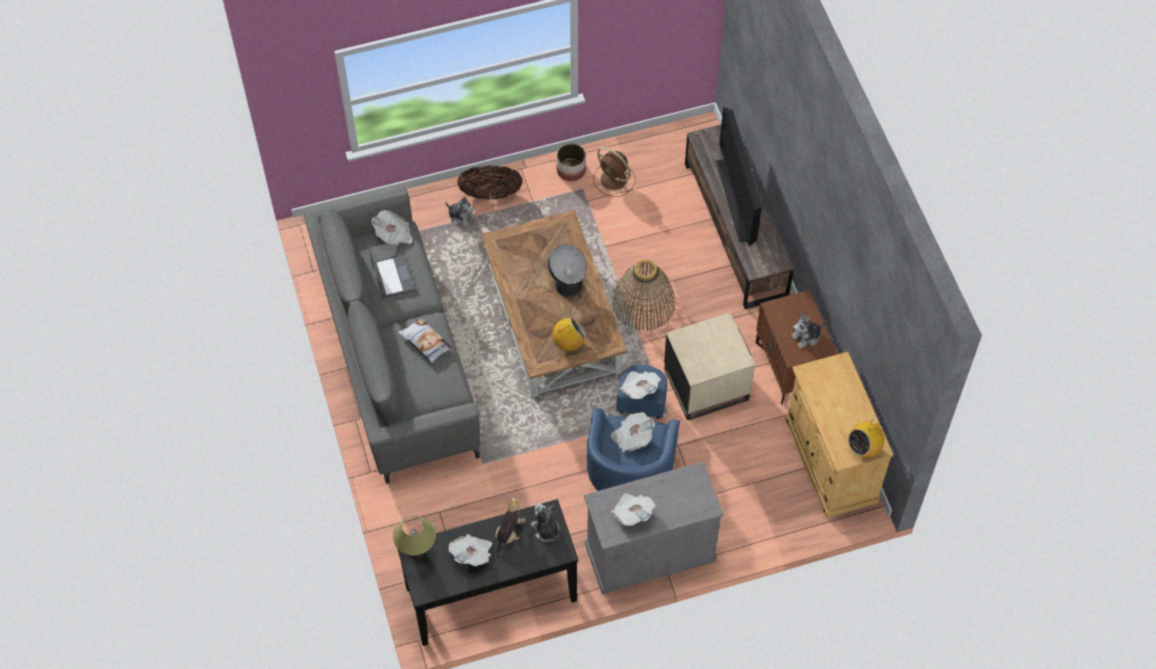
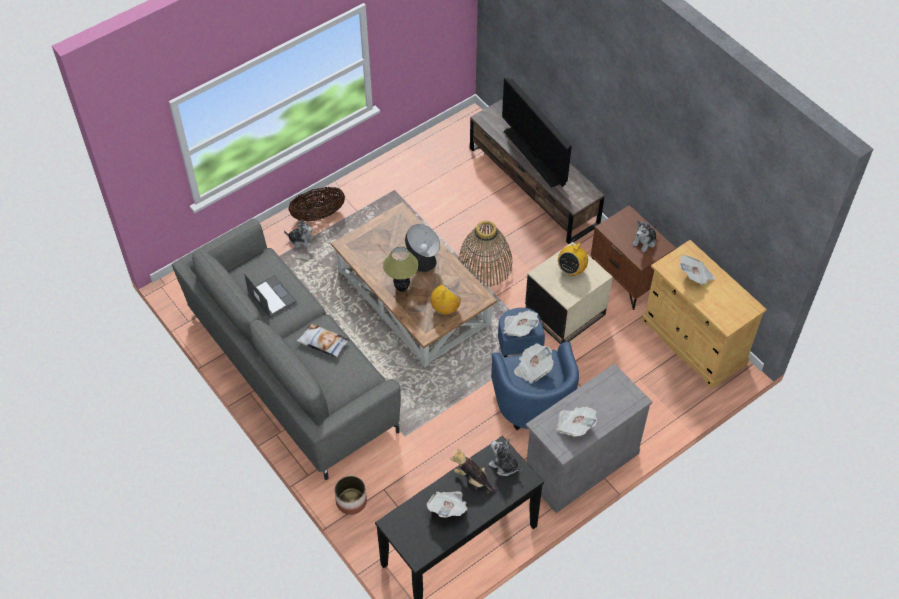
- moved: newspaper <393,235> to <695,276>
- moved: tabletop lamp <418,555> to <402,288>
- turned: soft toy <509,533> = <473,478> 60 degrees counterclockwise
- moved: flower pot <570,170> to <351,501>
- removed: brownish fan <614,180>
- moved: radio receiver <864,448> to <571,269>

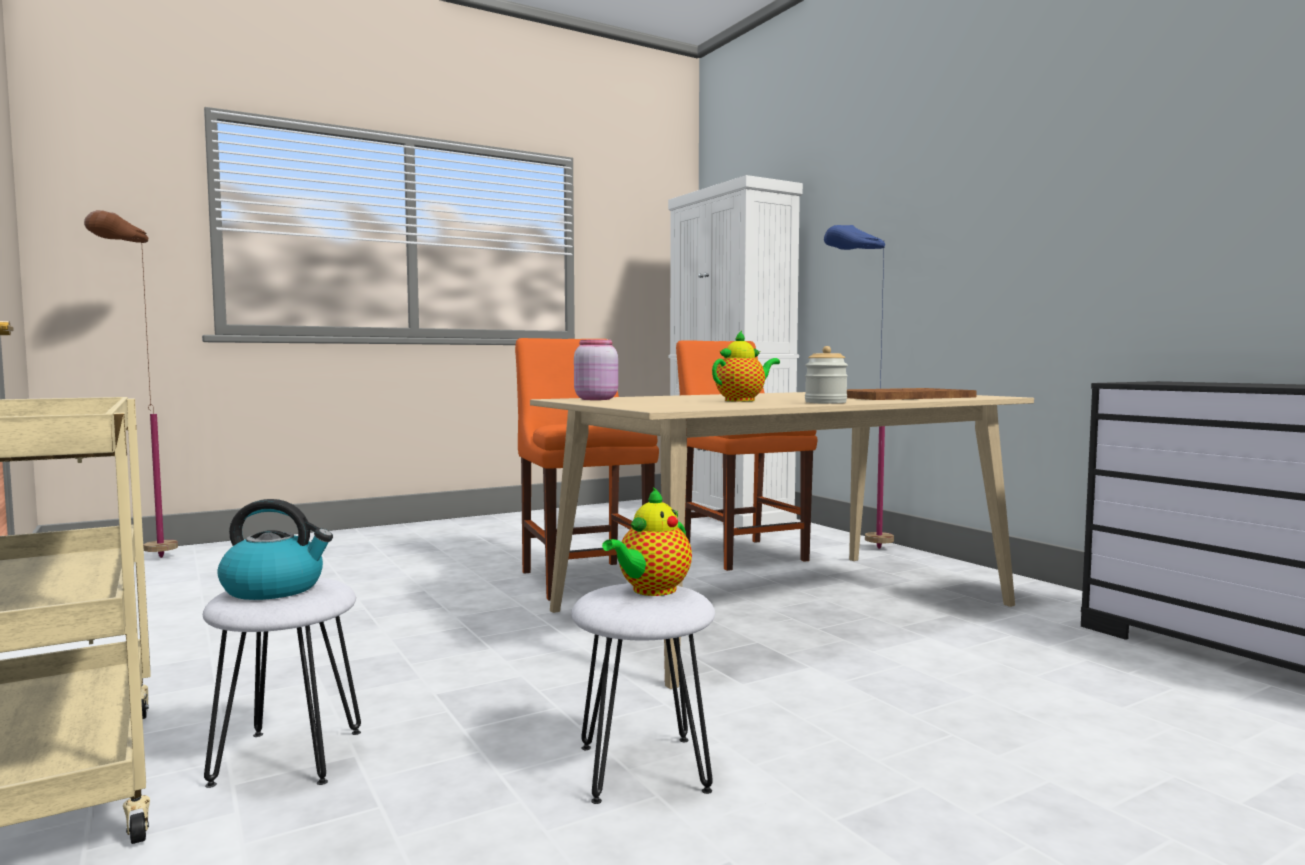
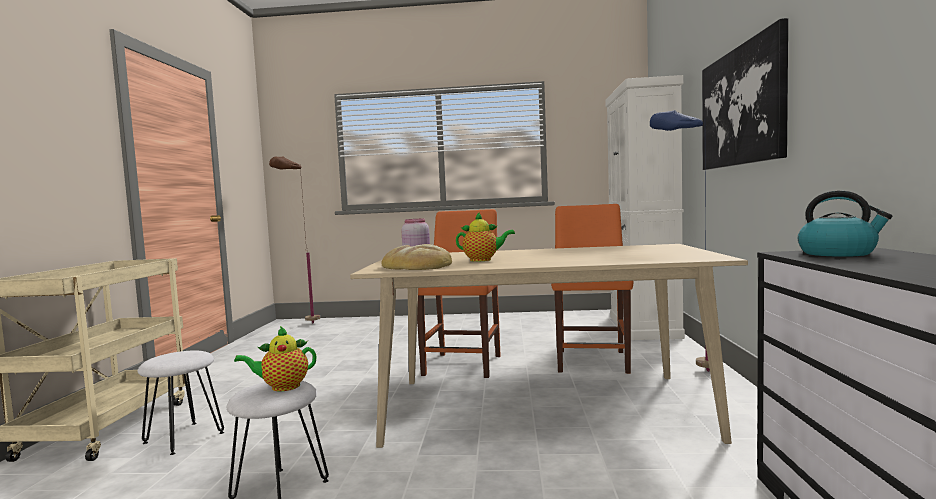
- moved: tea kettle <275,589> to <838,253>
- removed: preserve jar <825,402>
- removed: brownish serving tray <903,397>
- added: bread <418,266>
- added: picture <741,106>

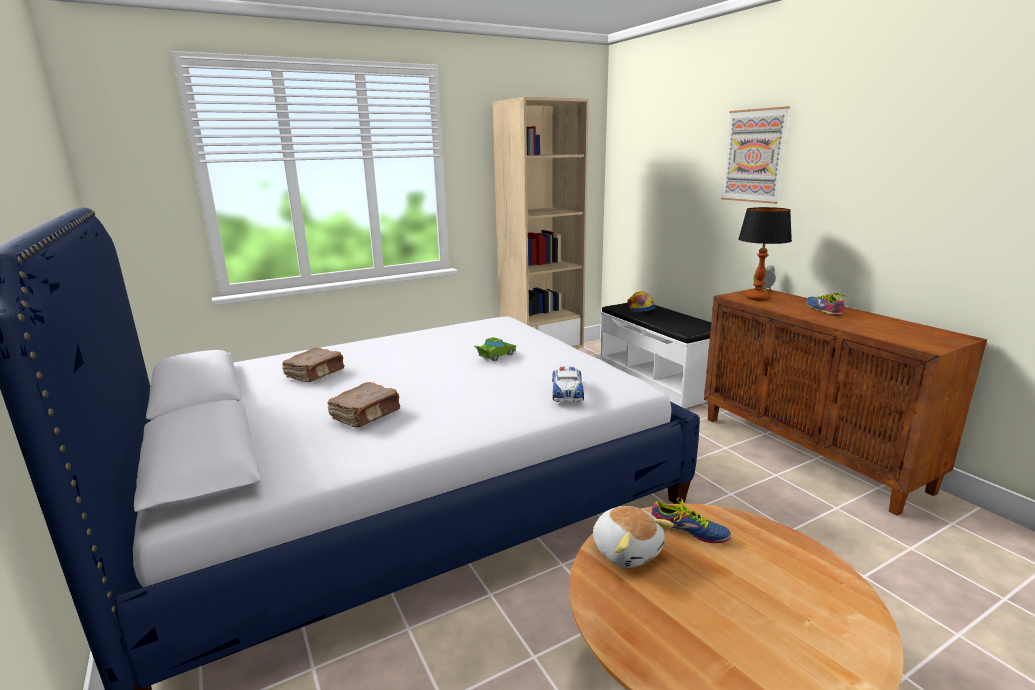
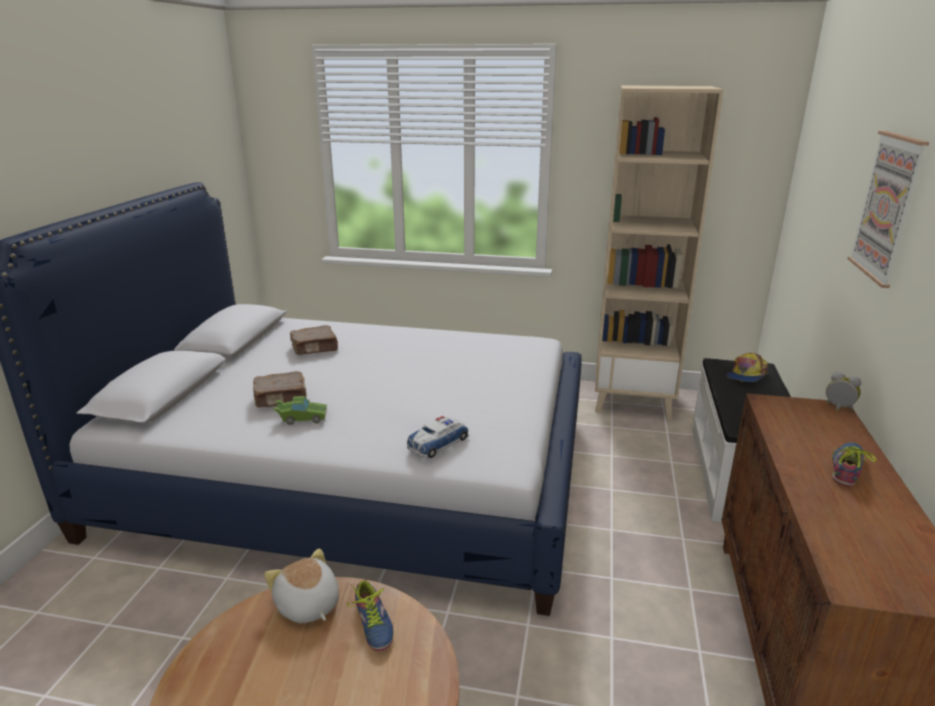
- moved: green-coloured miniature car <495,356> to <302,418>
- turned: soft toy <627,550> = <307,606> 135 degrees clockwise
- removed: tabletop lamp <757,298>

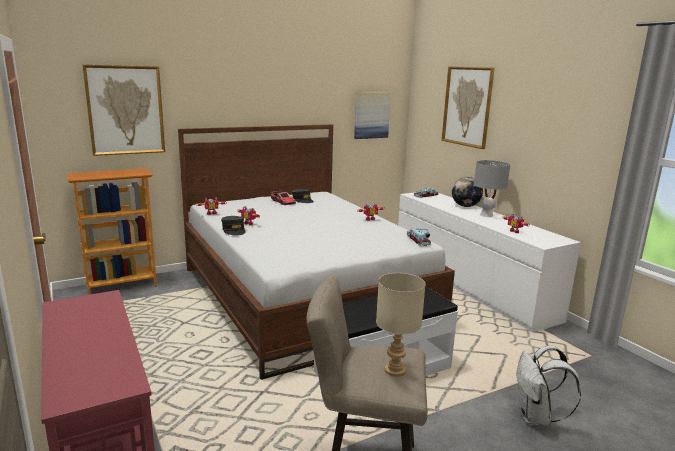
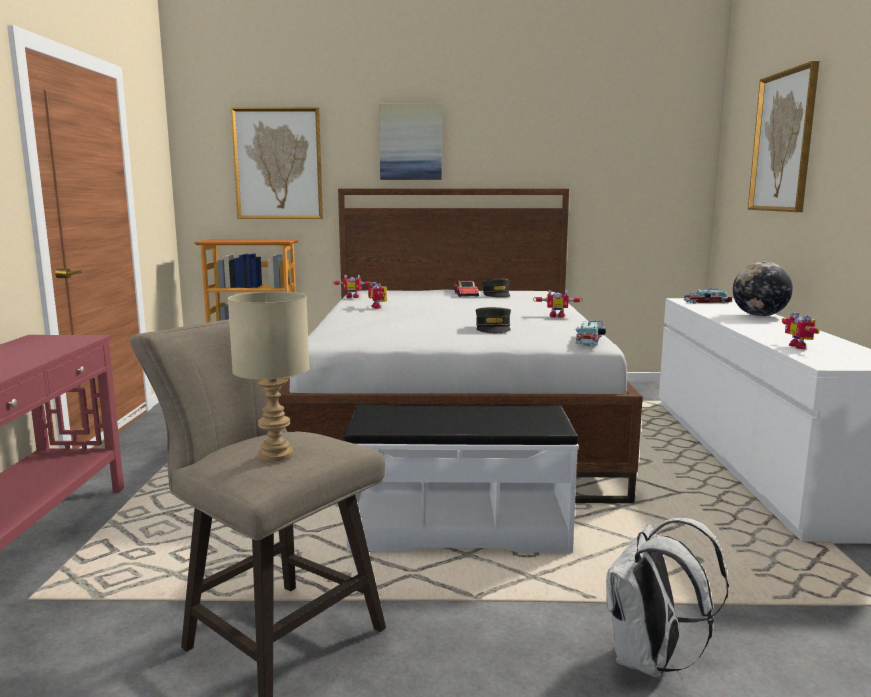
- moved: grey peaked cap <234,230> to <493,329>
- moved: picture <371,115> to <410,142>
- removed: grey tabletop lamp <486,215>

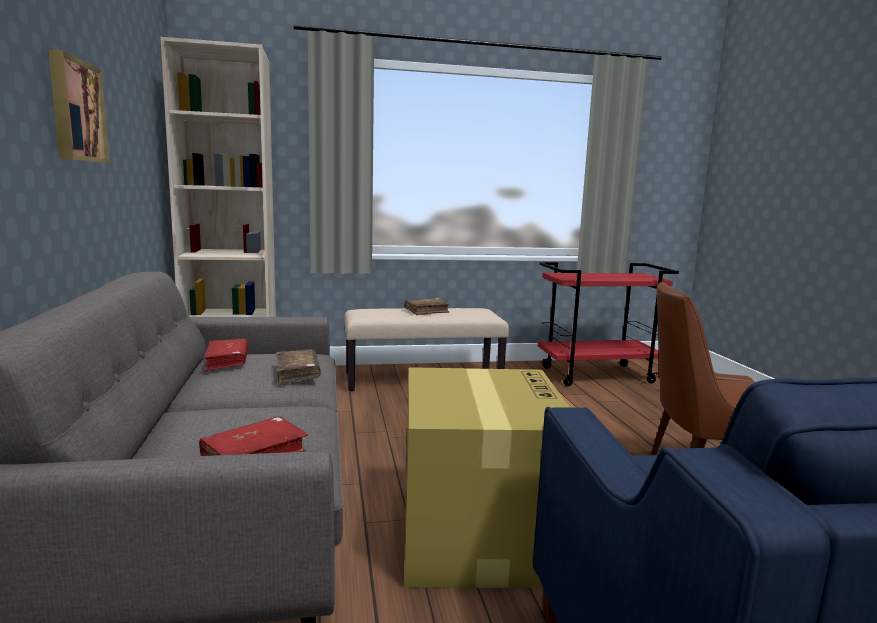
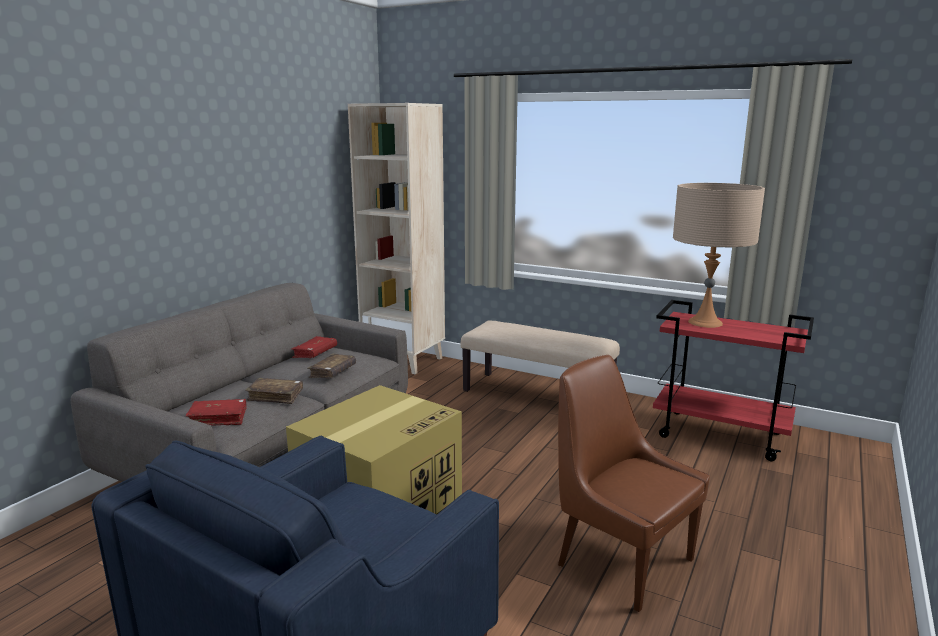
- removed: picture <75,111>
- moved: brownish bound book <427,311> to <275,396>
- added: beige tabletop lamp <705,322>

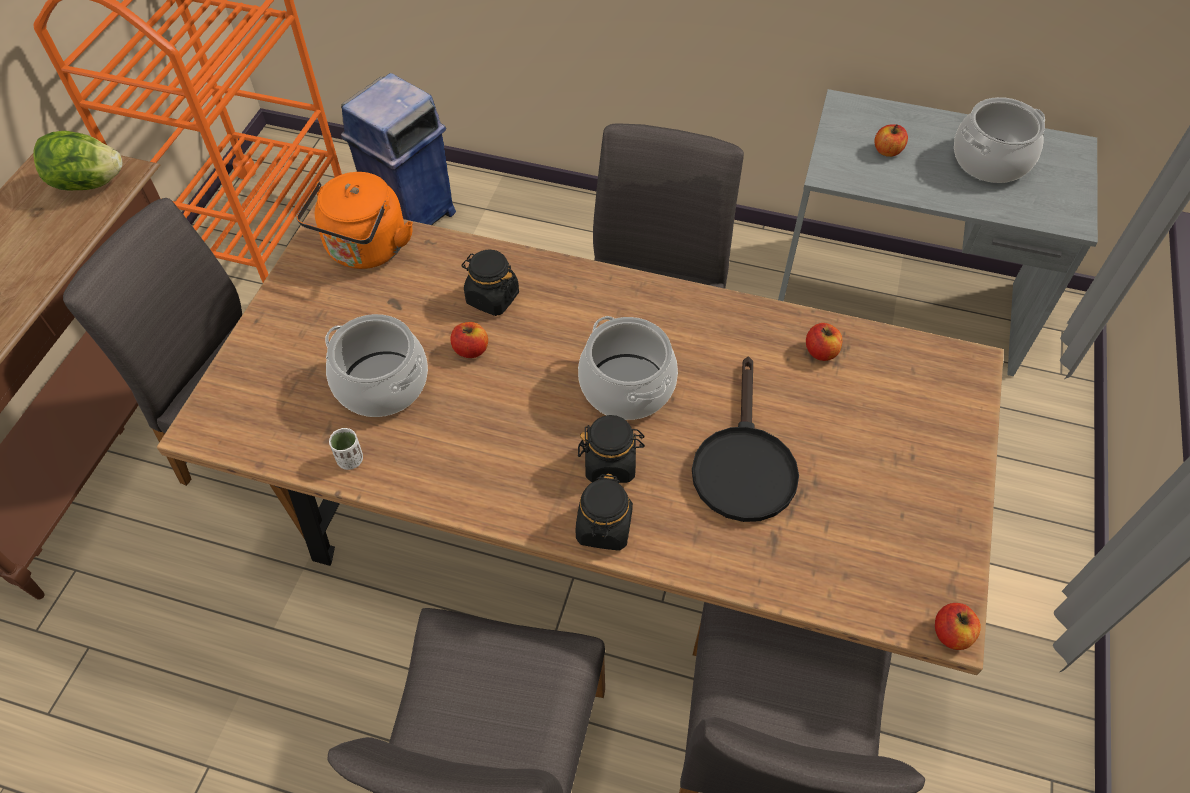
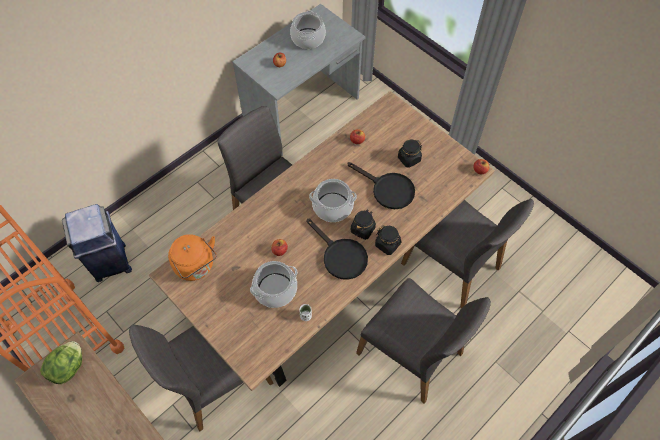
- moved: blackish preserve jar <492,298> to <409,159>
- added: blackish skillet <340,256>

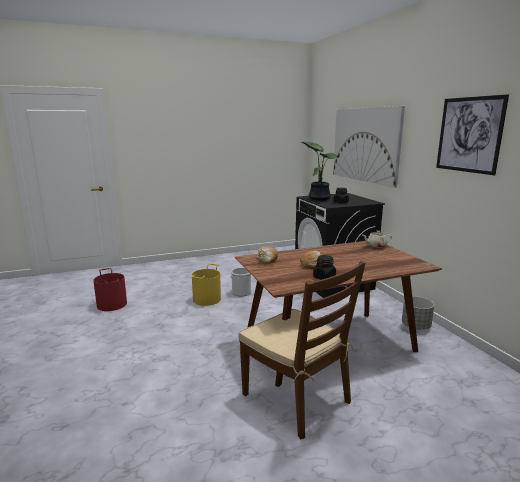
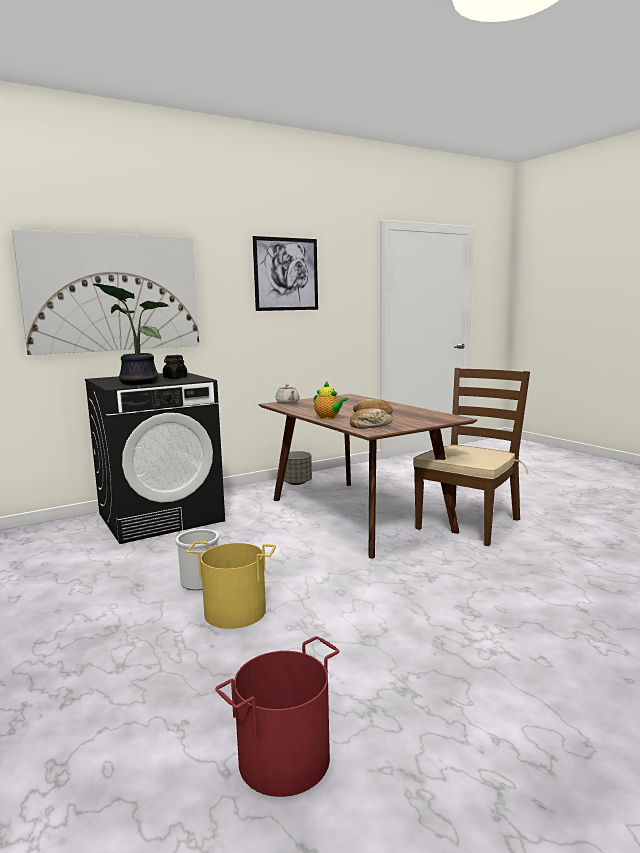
- removed: blackish preserve jar <324,277>
- added: teapot <328,418>

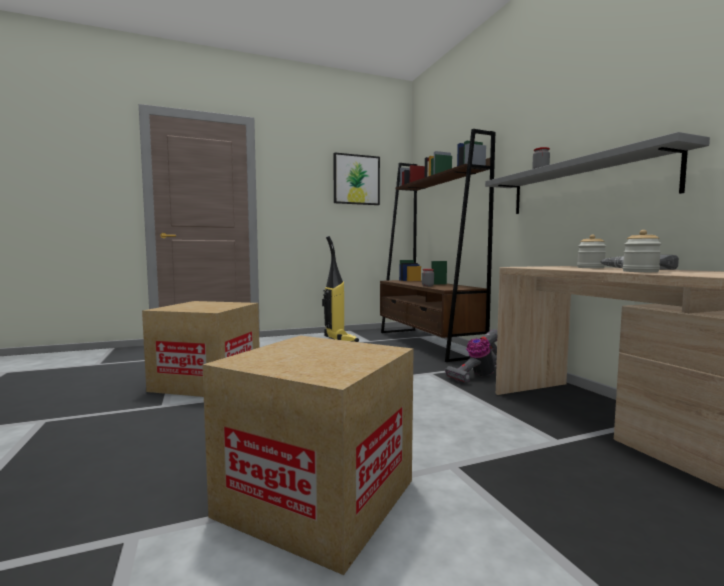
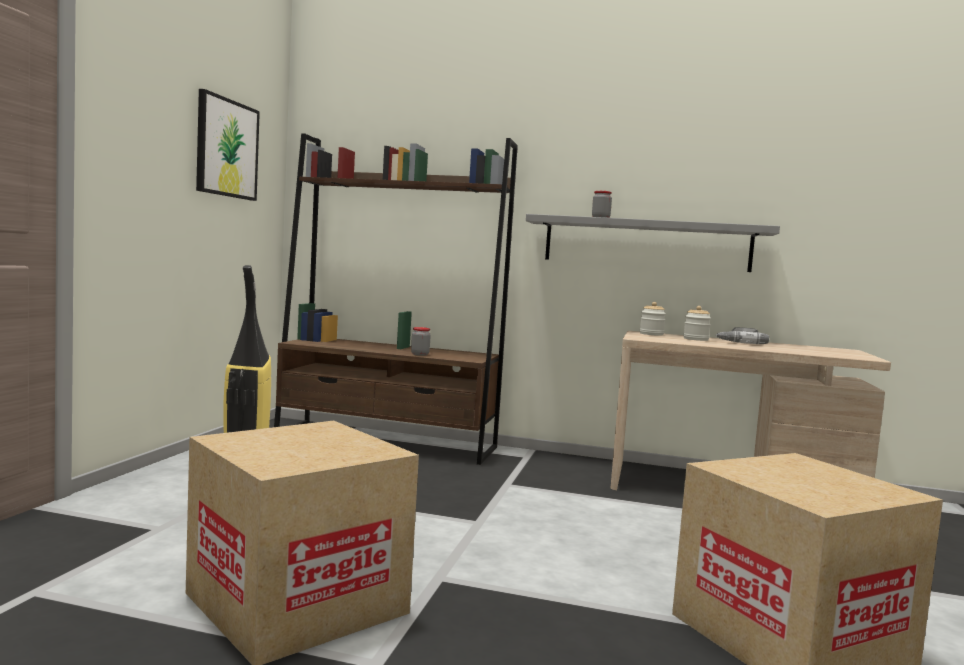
- removed: hoover <478,376>
- moved: preserve jar <640,271> to <651,334>

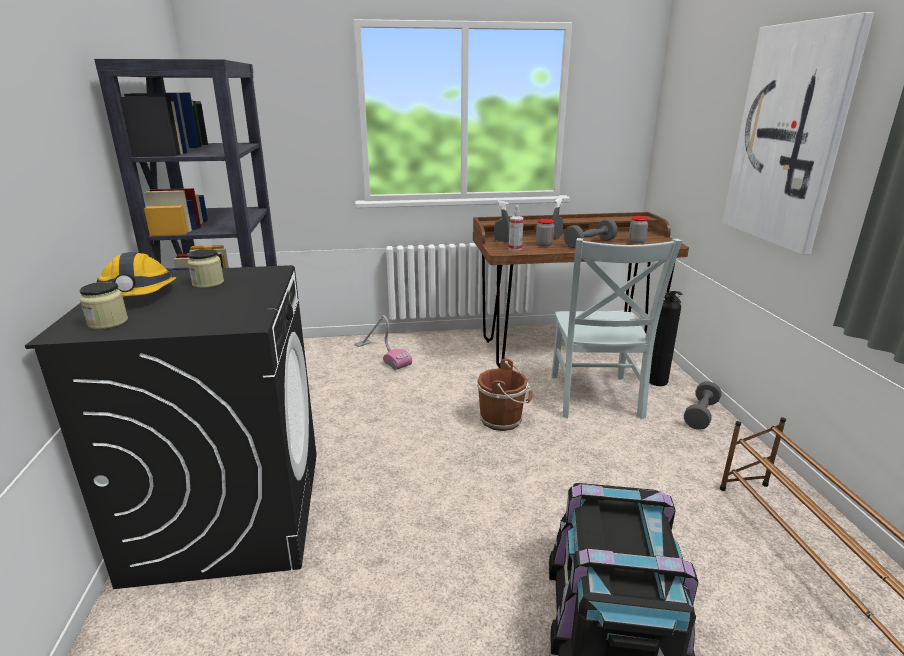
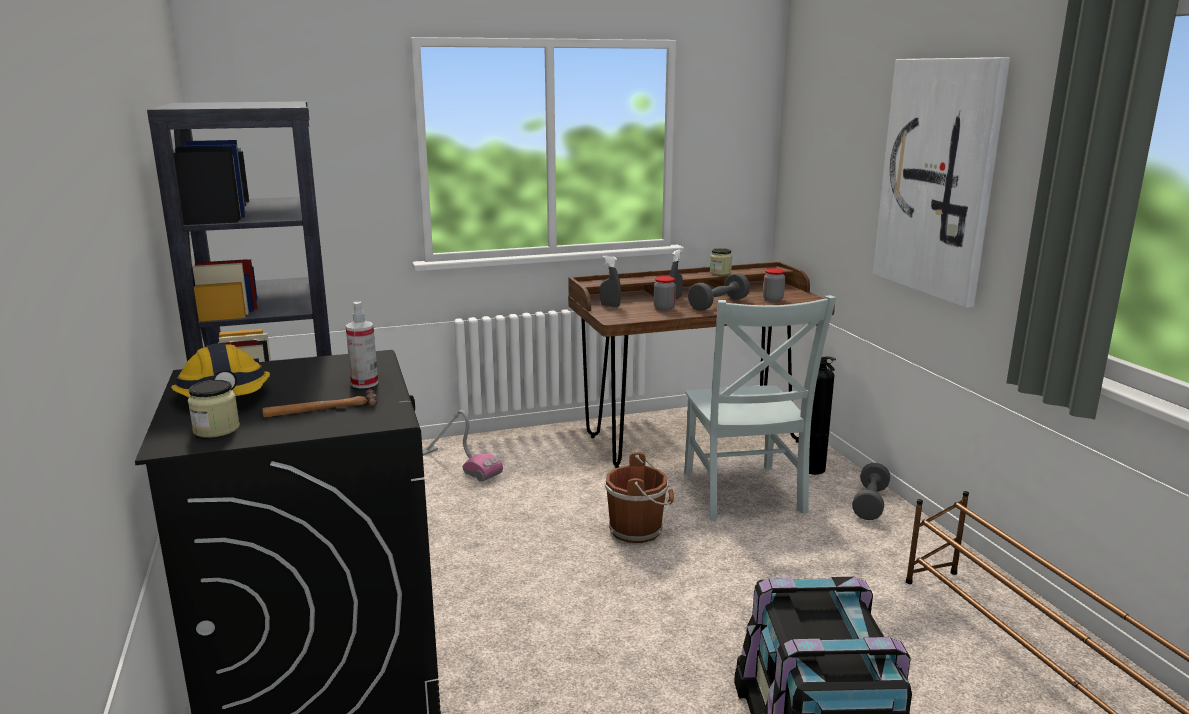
- moved: preserve jar <208,283> to <720,272>
- moved: sprayer <515,248> to <364,383>
- added: hammer <321,409>

